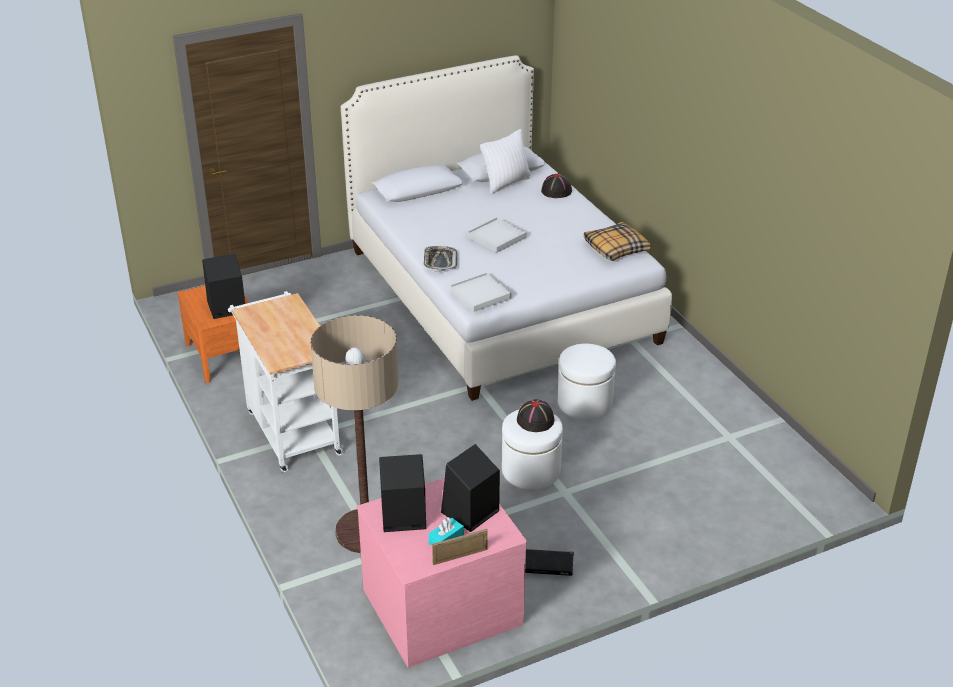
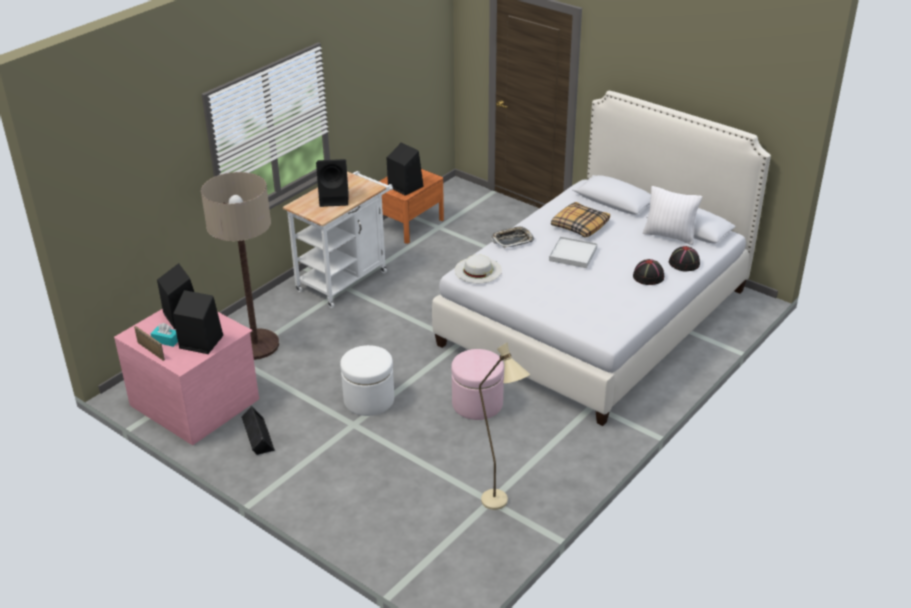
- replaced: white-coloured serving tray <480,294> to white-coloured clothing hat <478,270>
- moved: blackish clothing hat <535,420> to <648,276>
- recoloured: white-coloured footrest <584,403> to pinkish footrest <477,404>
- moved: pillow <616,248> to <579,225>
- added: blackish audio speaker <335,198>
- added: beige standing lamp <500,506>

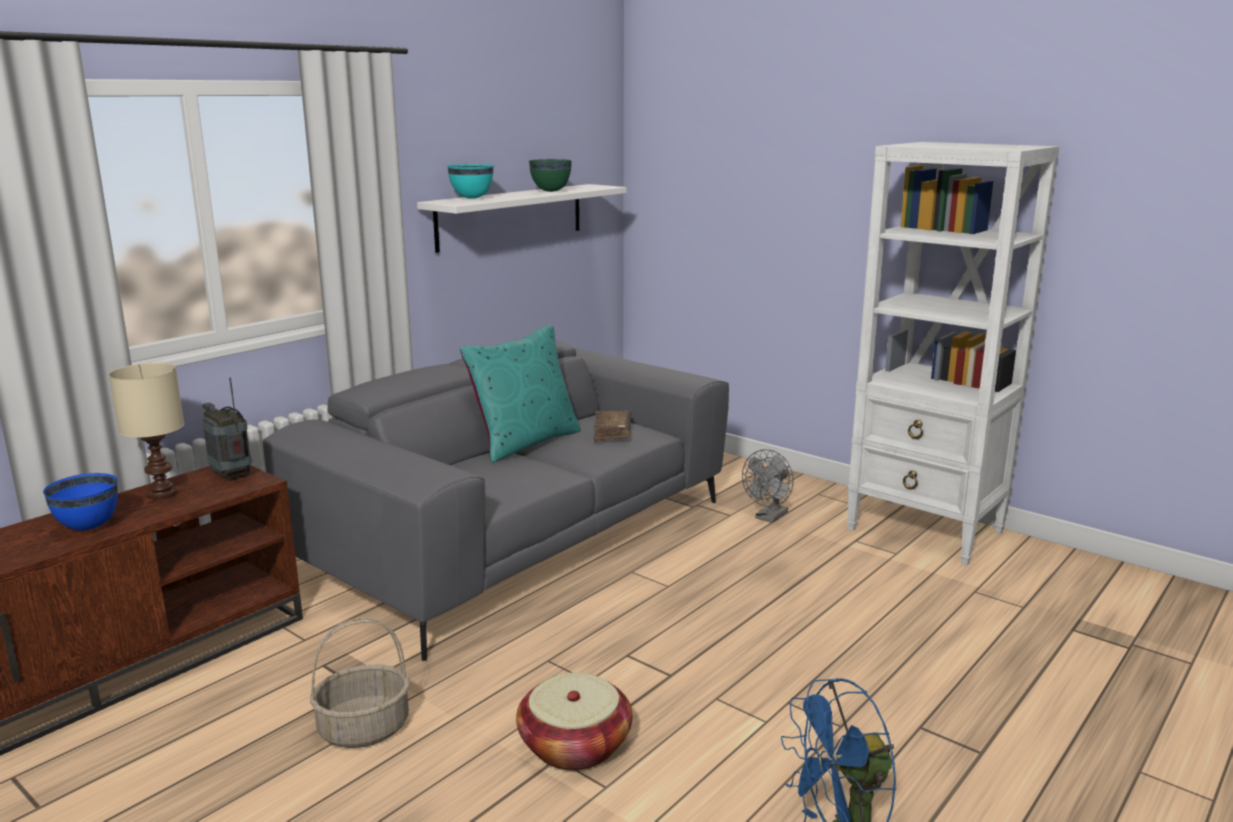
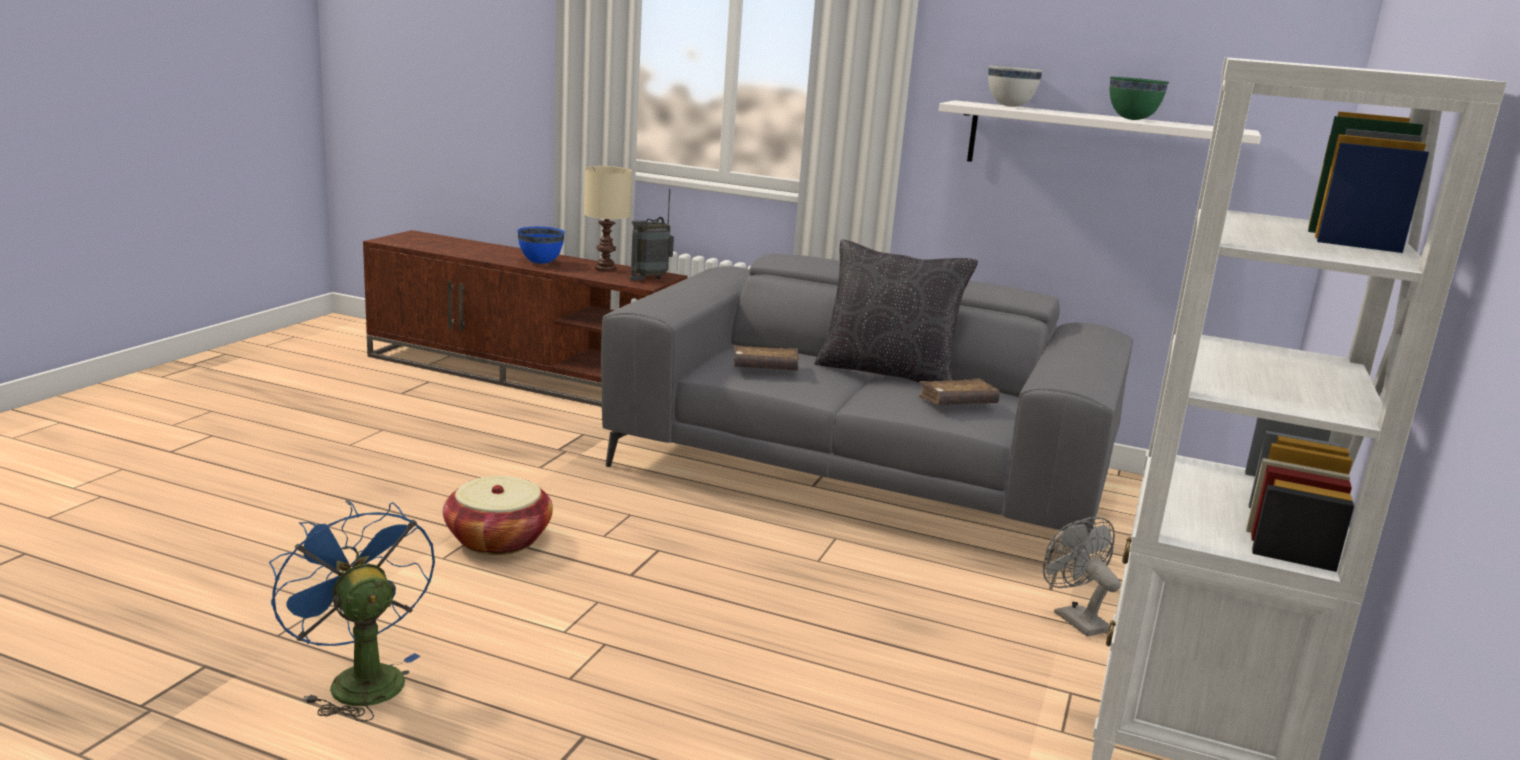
- turned: radio receiver <232,476> = <649,278> 150 degrees counterclockwise
- removed: storage basket <365,728>
- recoloured: turquoise bowl <471,198> to white-coloured bowl <1010,106>
- recoloured: turquoise pillow <525,442> to blackish pillow <887,373>
- turned: grey fan <769,517> = <1074,618> 45 degrees clockwise
- added: brownish bound book <765,368>

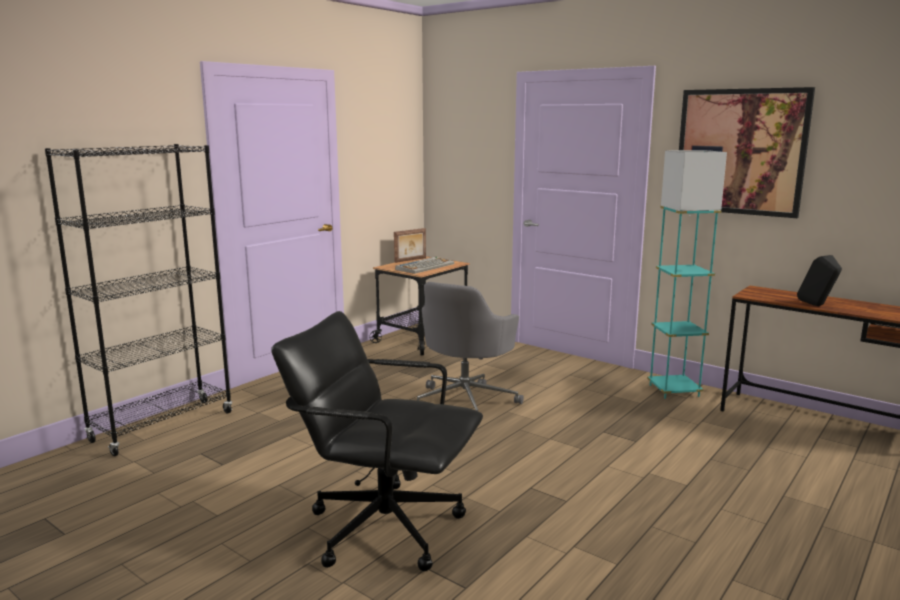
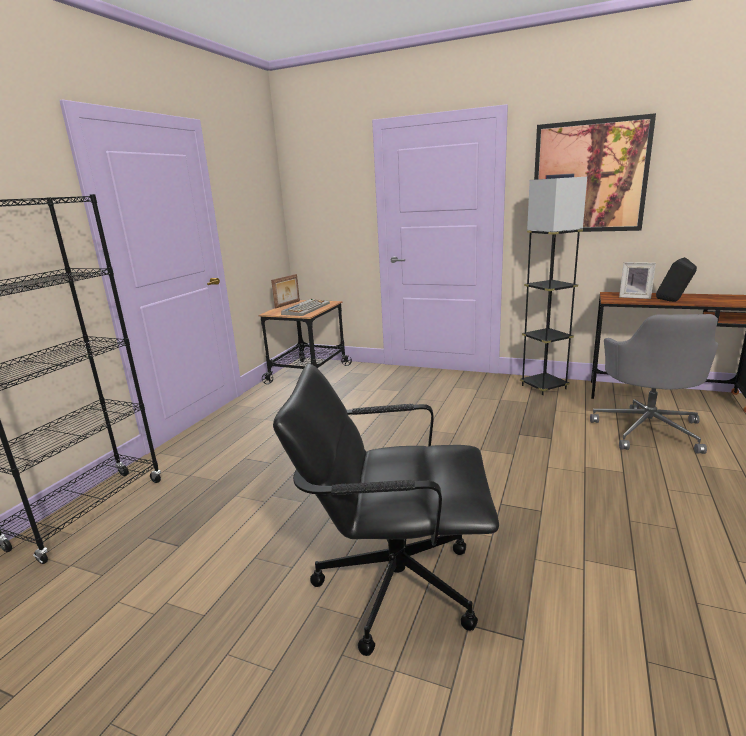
- moved: grey computer chair <466,401> to <648,430>
- recoloured: turquoise standing lamp <674,390> to blackish standing lamp <543,387>
- added: standing frame <635,297>

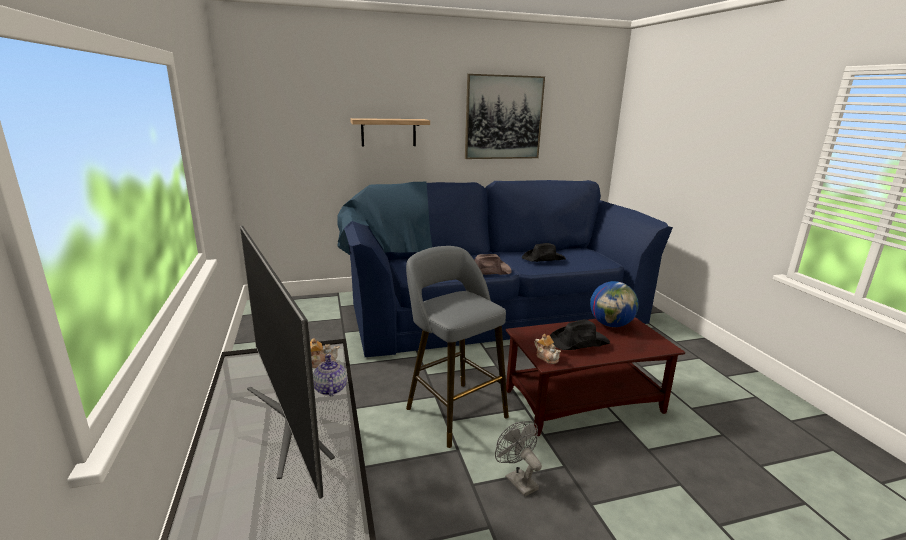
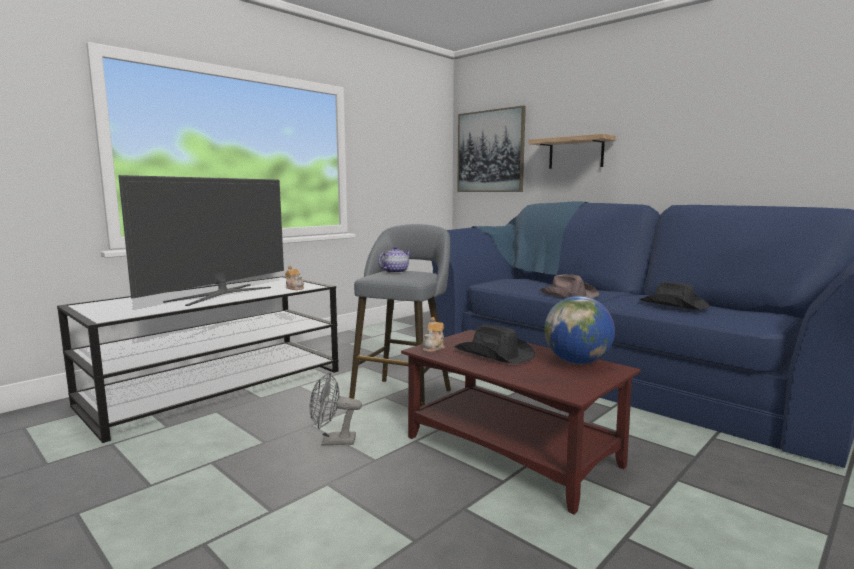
- moved: teapot <330,389> to <394,272>
- moved: picture <503,117> to <490,151>
- turned: grey fan <517,480> = <332,441> 120 degrees counterclockwise

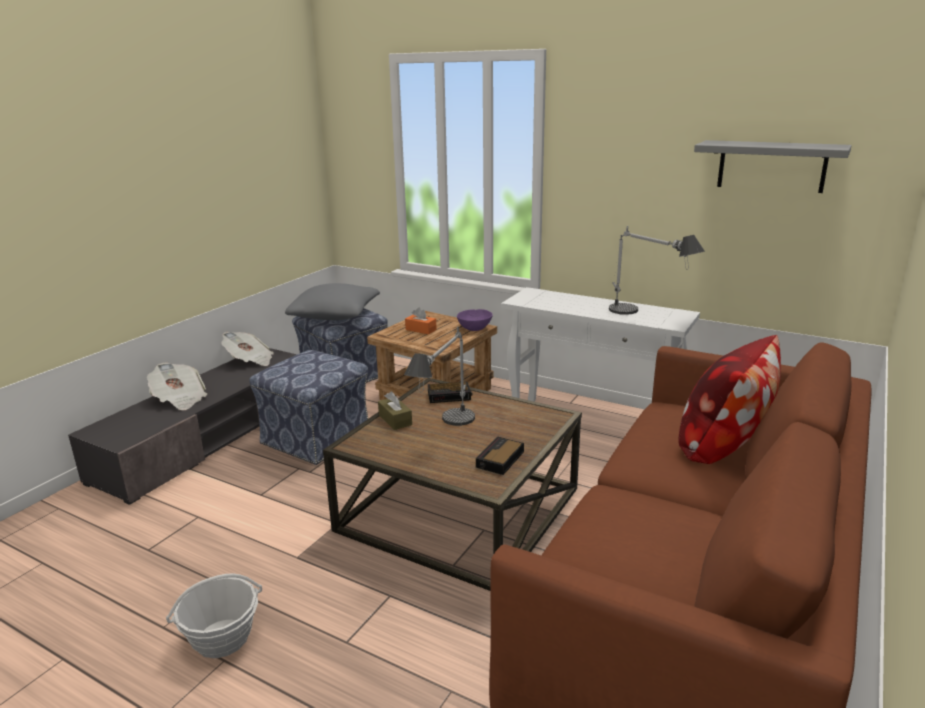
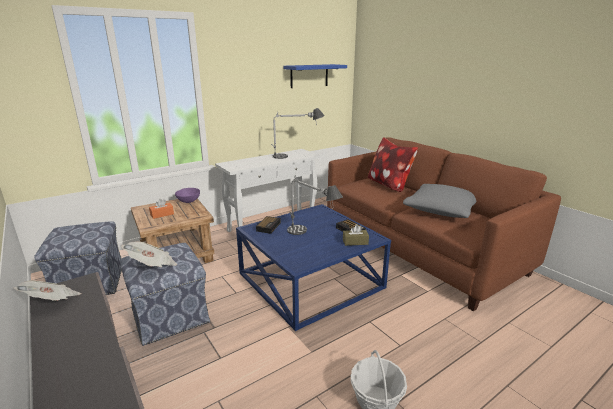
- moved: newspaper <179,399> to <153,265>
- moved: grey pillow <335,315> to <441,210>
- recoloured: brownish coffee table <460,509> to bluish coffee table <311,280>
- moved: brownish tissue holder <395,420> to <355,242>
- recoloured: grey shelf <771,166> to bluish shelf <309,76>

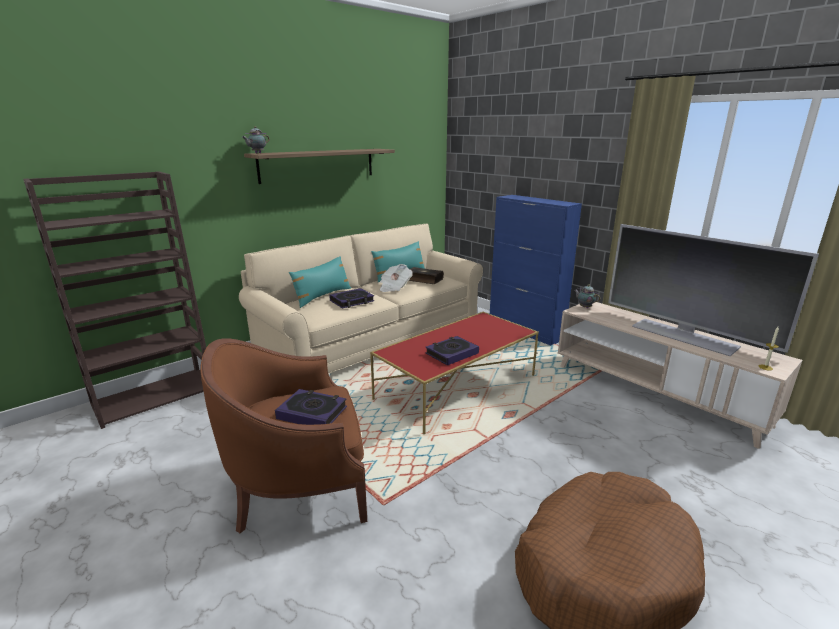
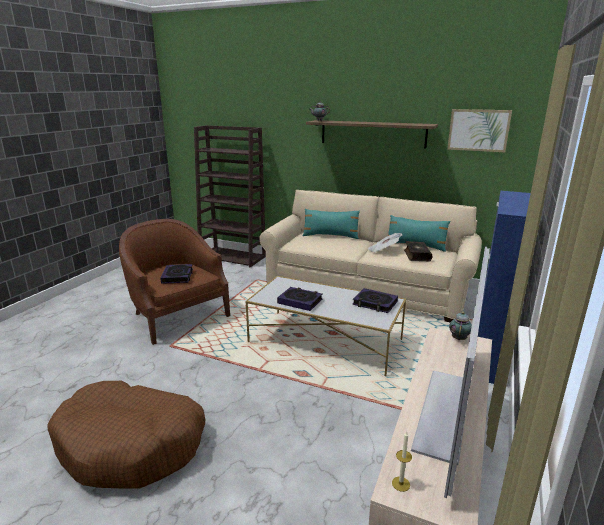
- moved: bound book <352,301> to <375,303>
- recoloured: reddish coffee table <457,387> to white-coloured coffee table <326,341>
- added: picture <478,130>

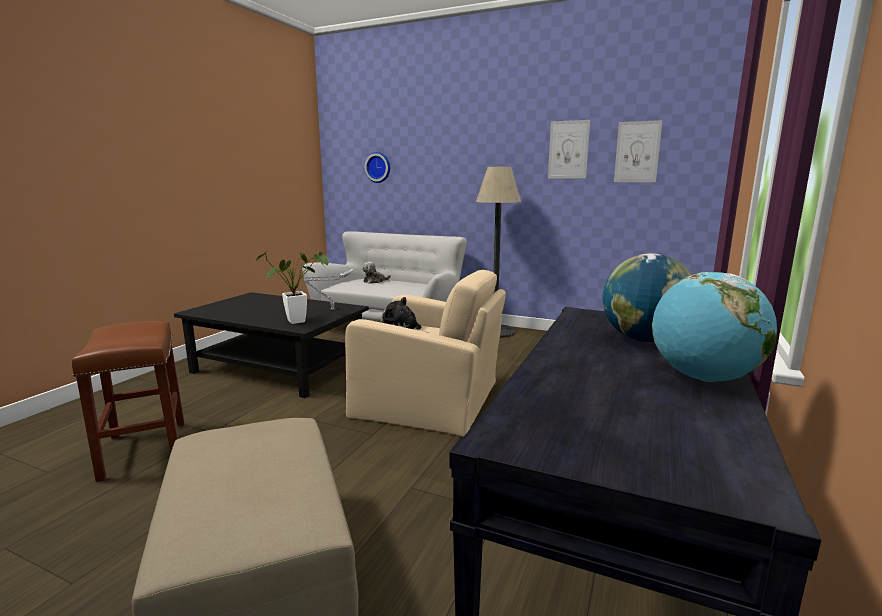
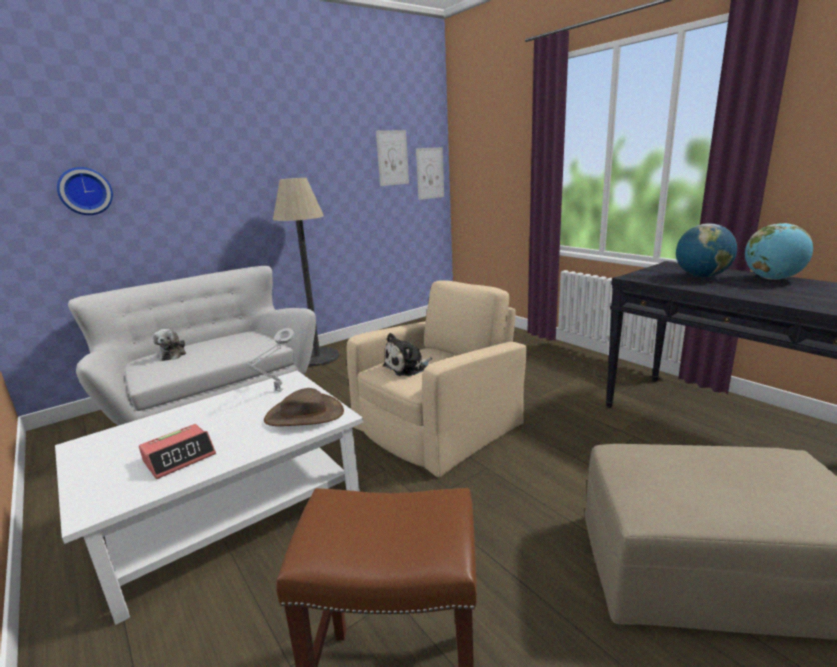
- recoloured: blackish coffee table <279,367> to white-coloured coffee table <230,511>
- replaced: plant in a pot <301,321> to brownish clothing hat <304,415>
- moved: picture <568,150> to <430,173>
- added: table clock <180,458>

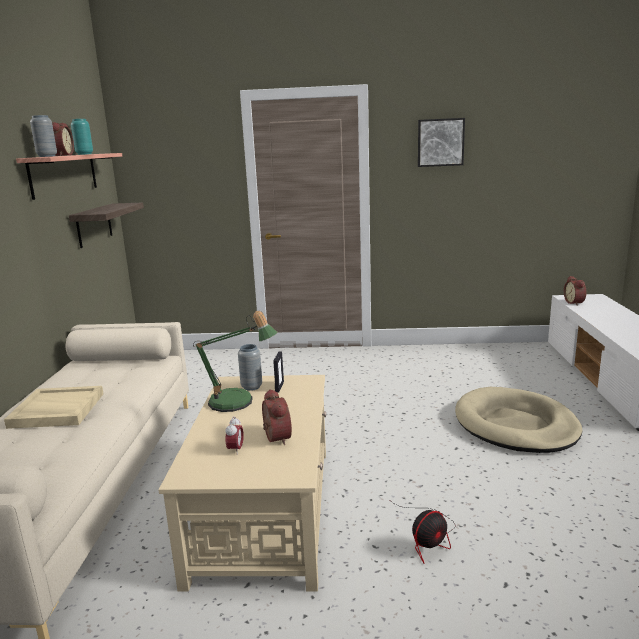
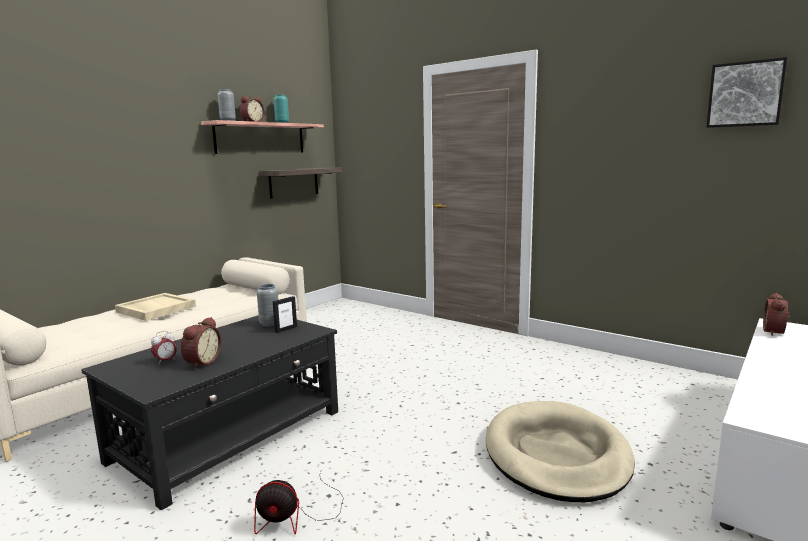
- recoloured: beige coffee table <265,510> to blackish coffee table <230,435>
- removed: tabletop lamp <237,403>
- moved: picture <440,142> to <745,94>

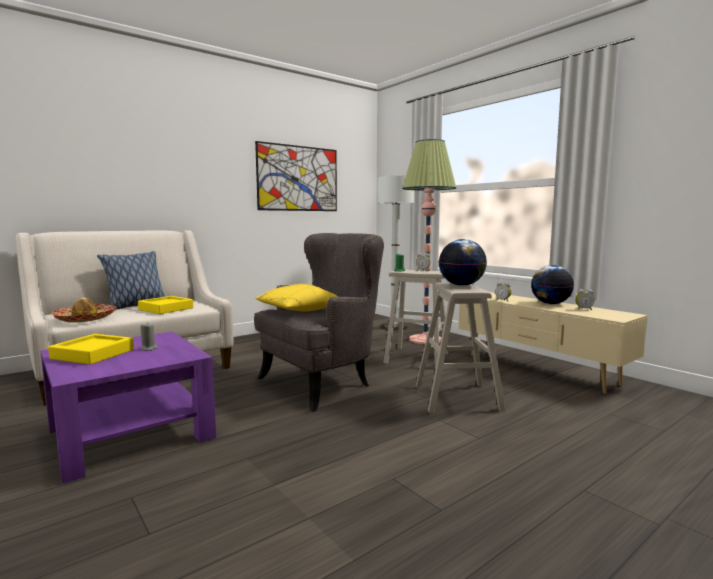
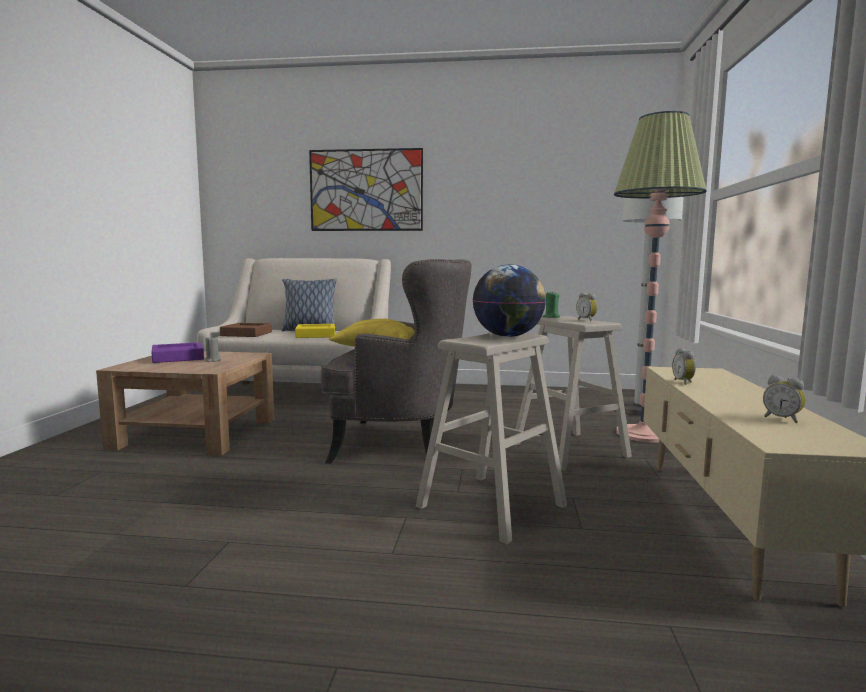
- recoloured: purplish coffee table <130,432> to brownish coffee table <196,433>
- recoloured: yellow-coloured serving tray <93,354> to purplish serving tray <178,357>
- replaced: clothing hat <85,319> to brownish serving tray <246,334>
- moved: picture <298,178> to <366,190>
- removed: desk globe <550,303>

